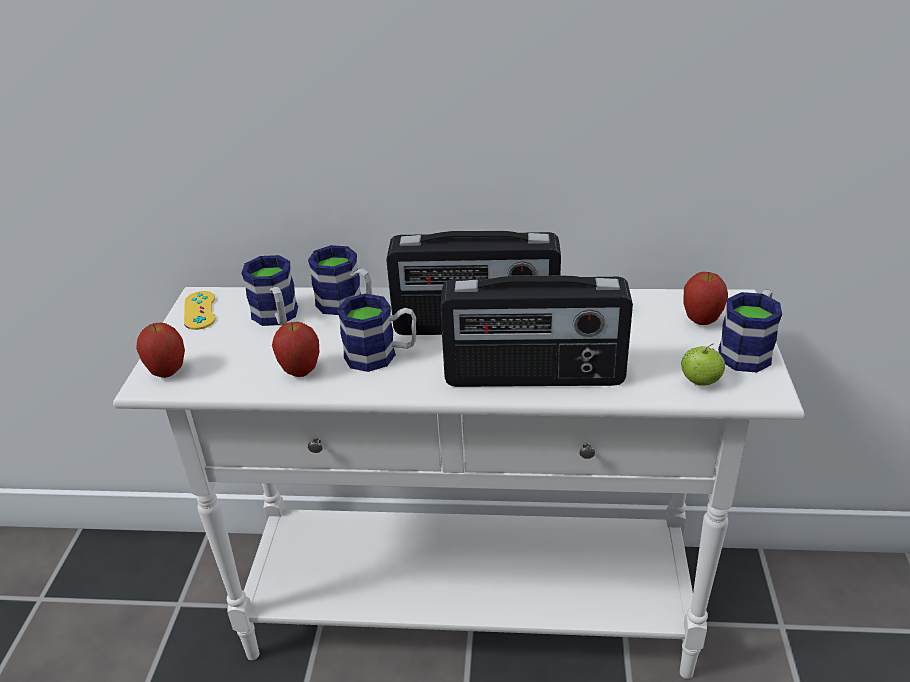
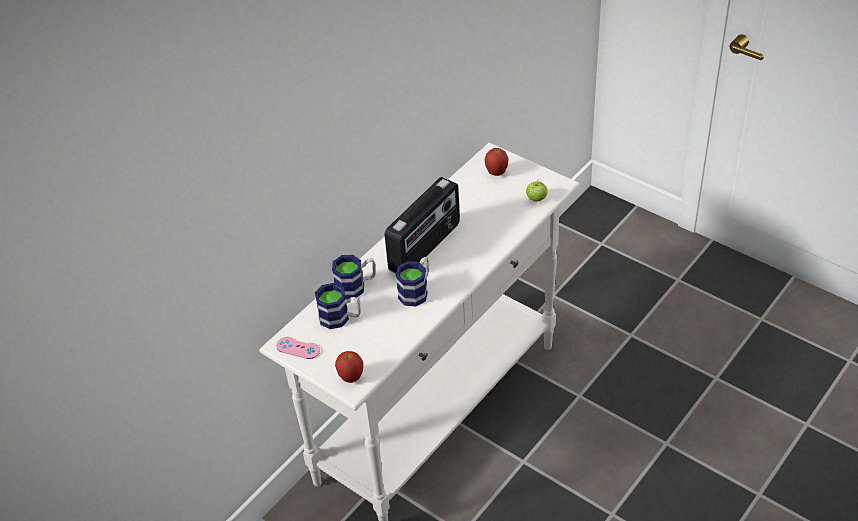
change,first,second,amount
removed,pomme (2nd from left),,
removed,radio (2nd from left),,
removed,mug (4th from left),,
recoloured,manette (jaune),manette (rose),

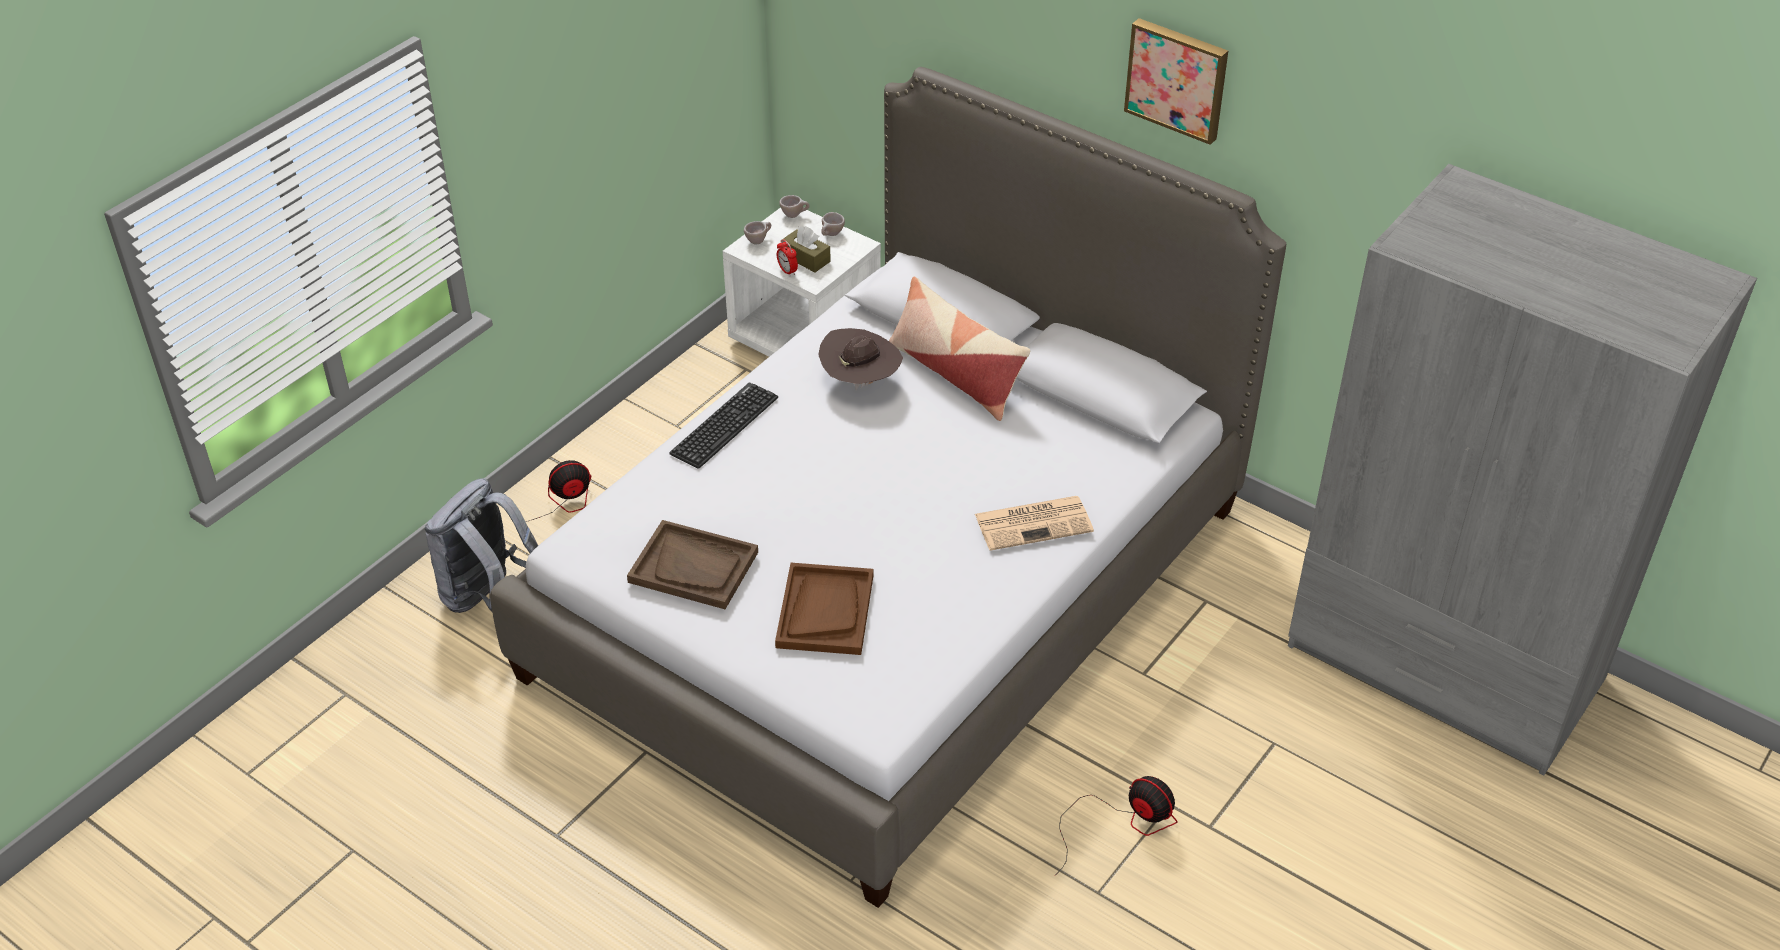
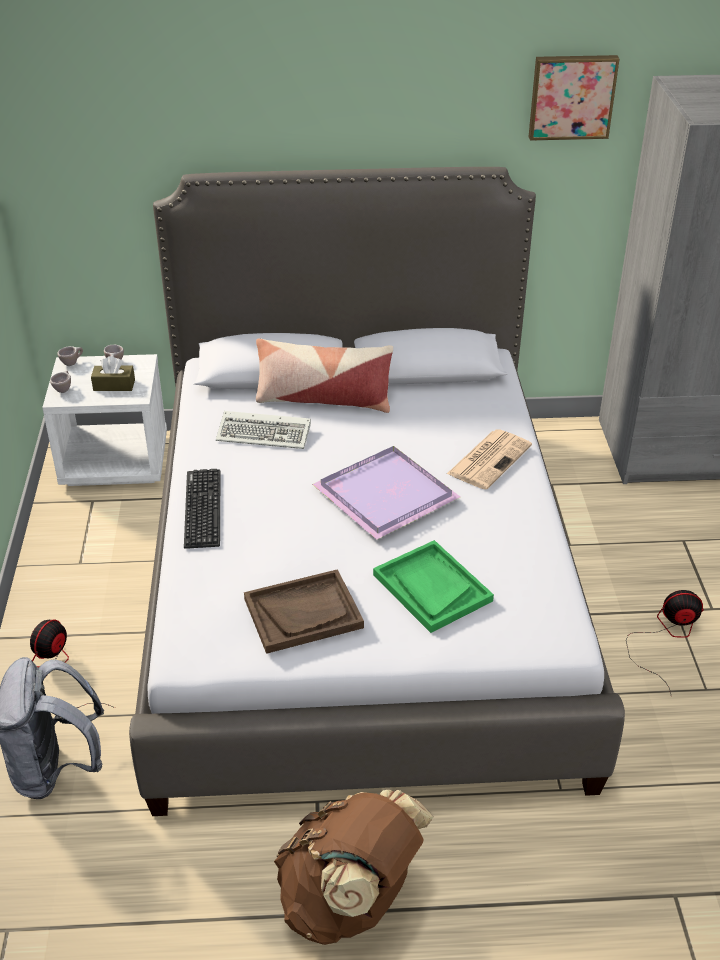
change,first,second,amount
removed,réveil,,
added,,sac à dos (marron),
added,,plateau (violet),
moved,tableau,,
replaced,chapeau (marron),clavier (2nd from left),
recoloured,plateau (marron) (2nd from left),plateau (vert),

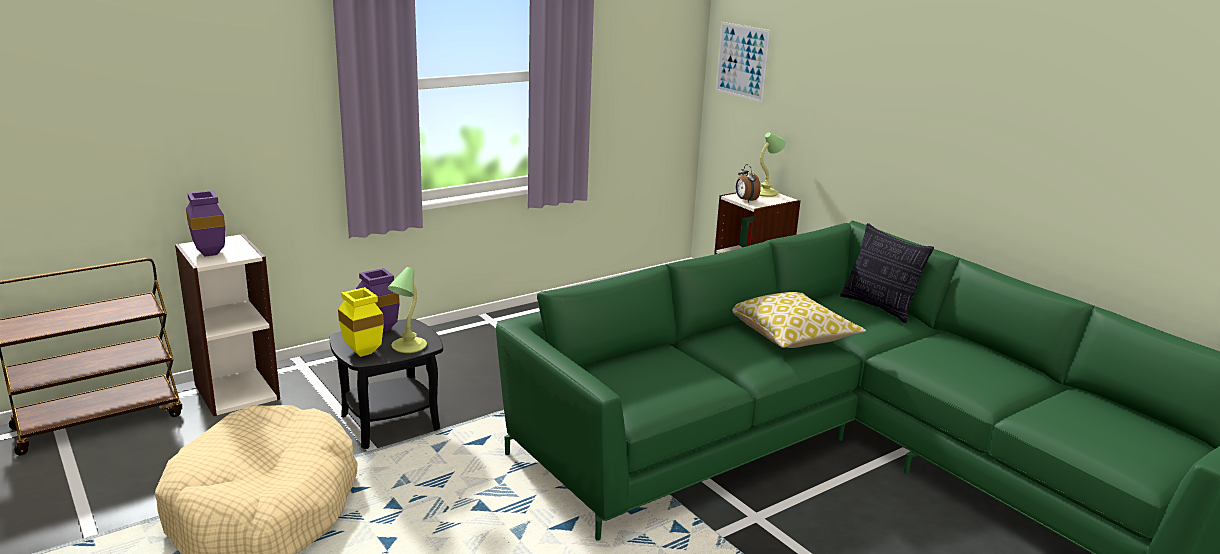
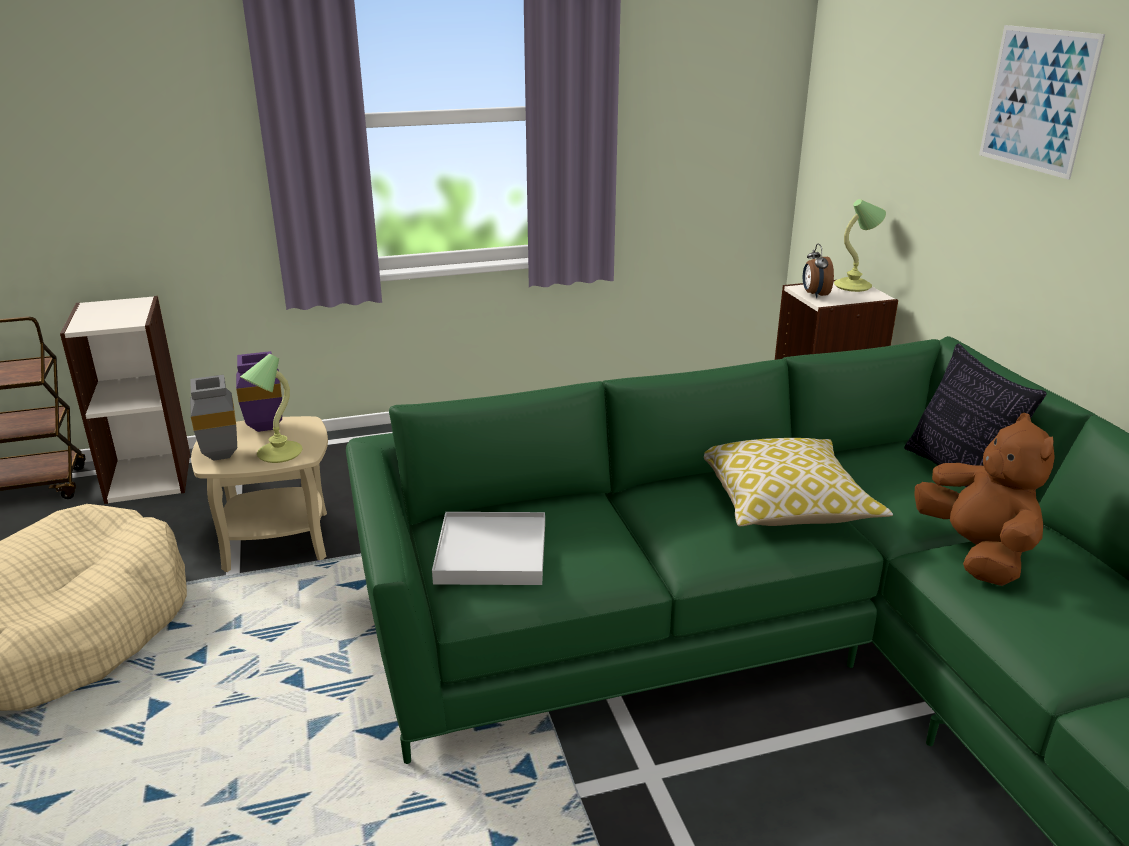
change,first,second,amount
removed,vase (violet) (1st from left),,
added,,plateau (blanc),
added,,peluche (marron),
moved,tableau,,
recoloured,table d'appoint (noir),table d'appoint (beige),
recoloured,vase (jaune),vase (gris),

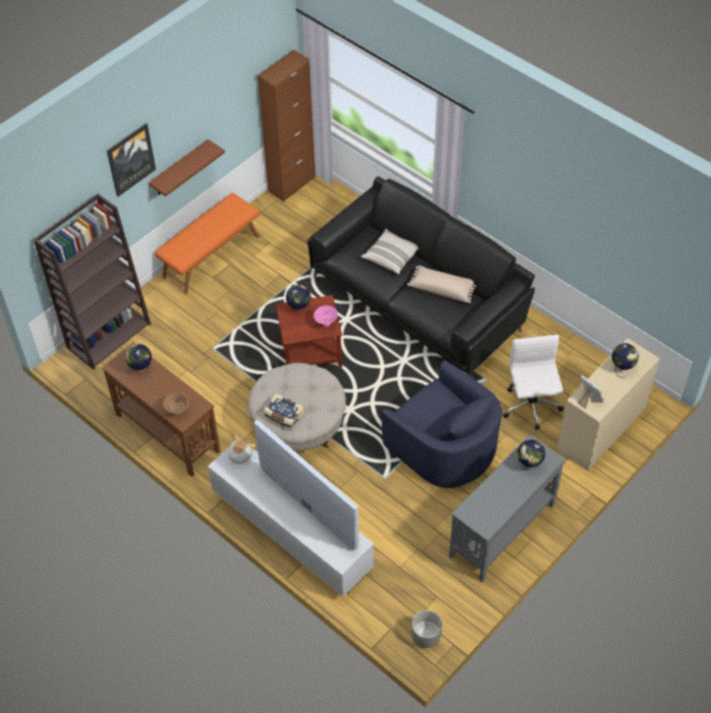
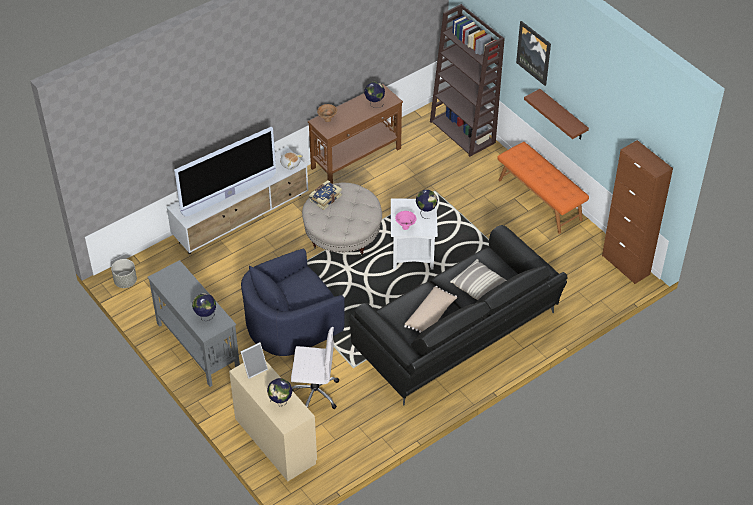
change,first,second,amount
recoloured,table d'appoint (marron),table d'appoint (blanc),

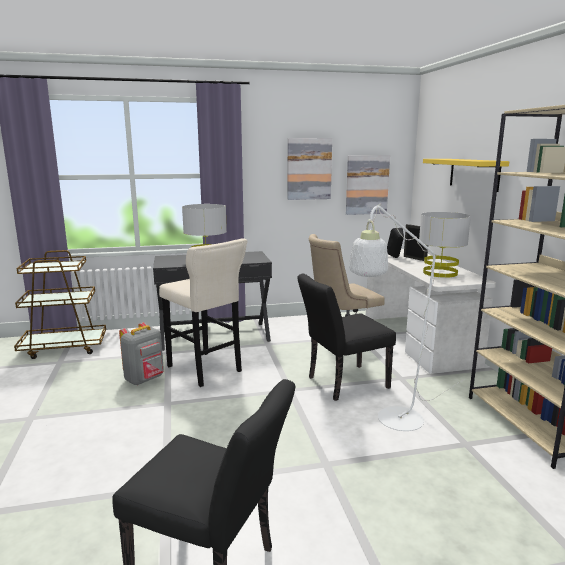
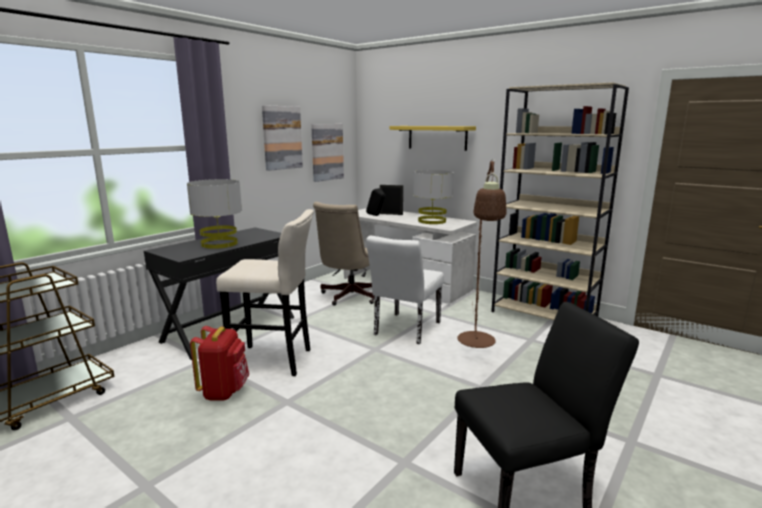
change,first,second,amount
recoloured,sac à dos (gris),sac à dos (rouge),
recoloured,chaise (noir) (2nd from left),chaise (blanc),
recoloured,lampadaire (blanc),lampadaire (marron),

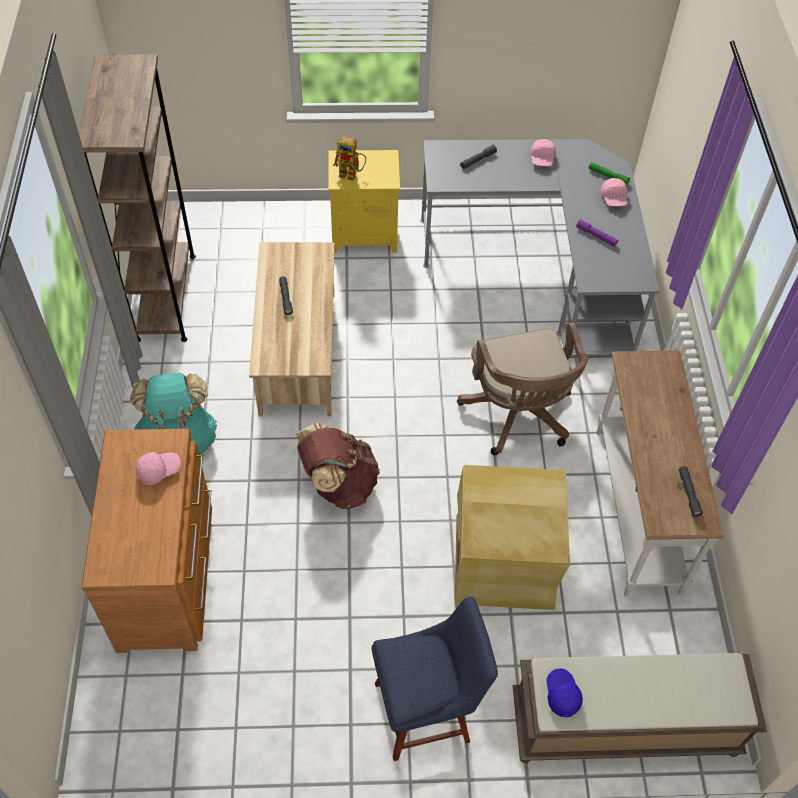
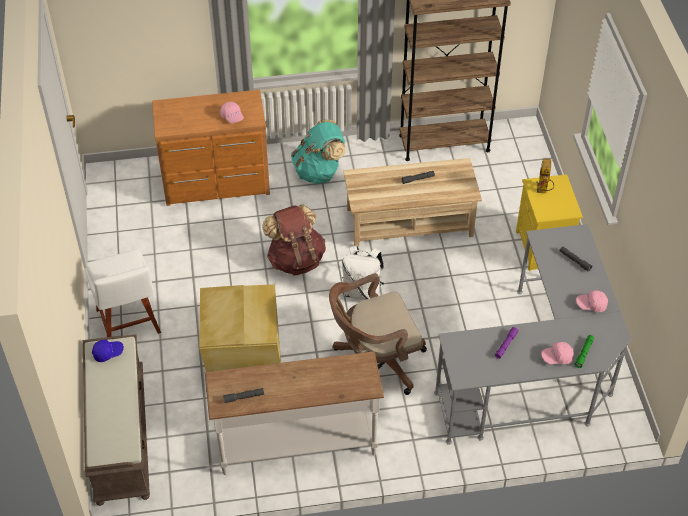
change,first,second,amount
added,,sac à dos (blanc),
recoloured,chaise (bleu),chaise (blanc),

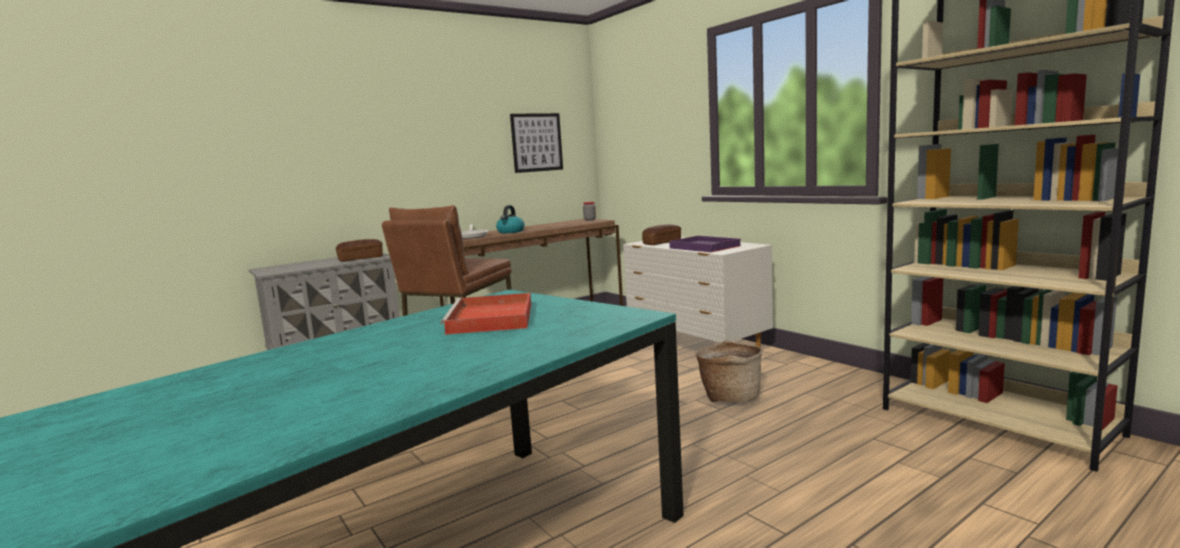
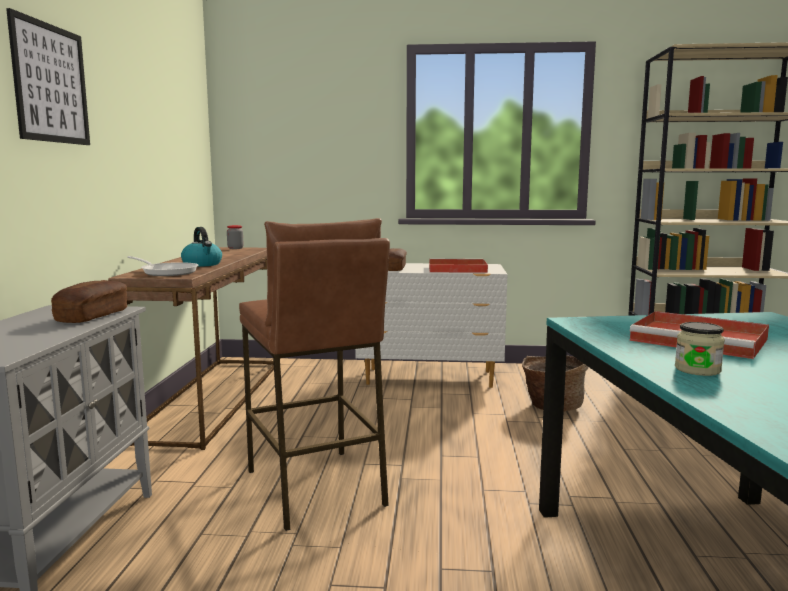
change,first,second,amount
added,,bocal (2nd from left),
moved,tableau,,
recoloured,plateau (violet),plateau (rouge) (1st from left),

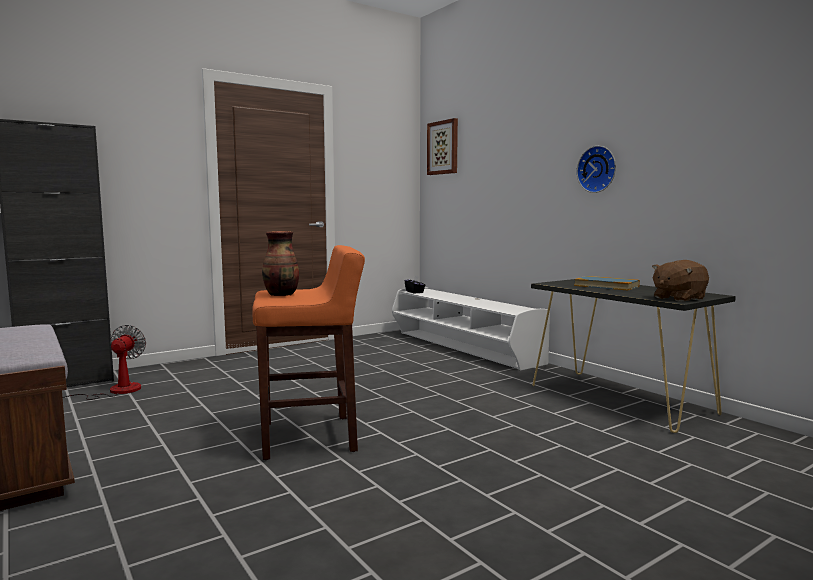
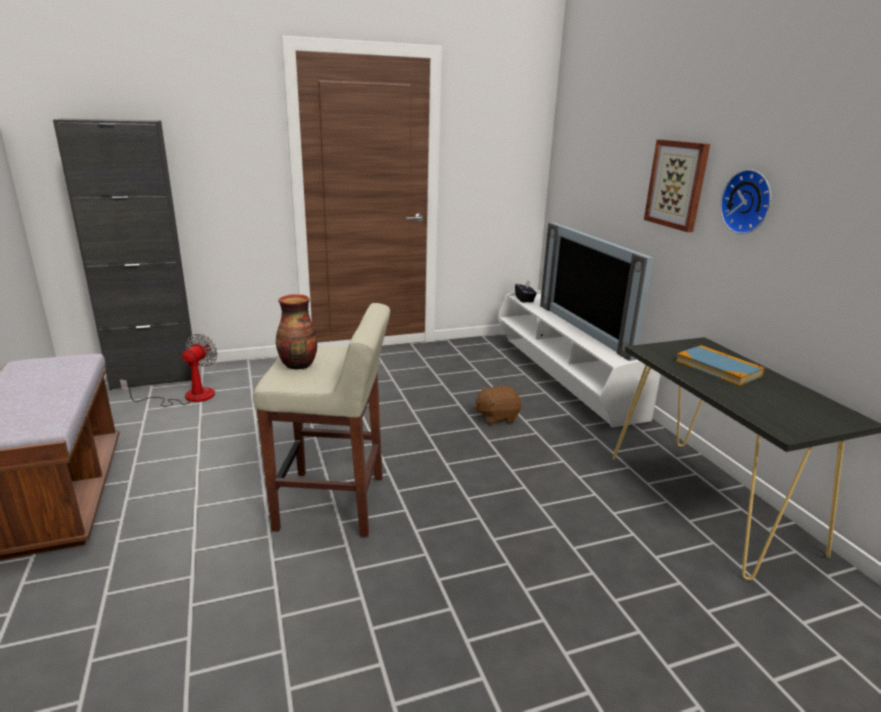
change,first,second,amount
added,,téléviseur,
moved,tableau,,
moved,peluche (marron),,
recoloured,tabouret (orange),tabouret (beige),

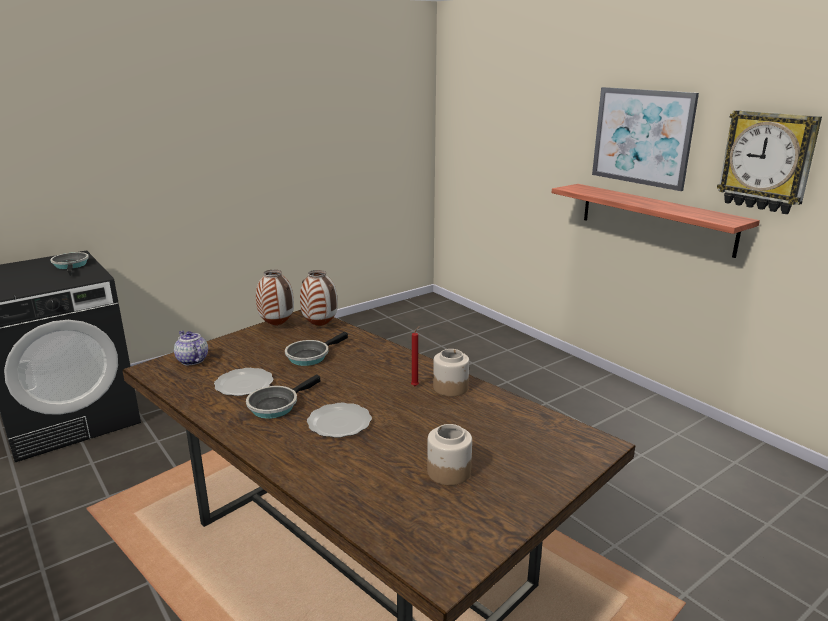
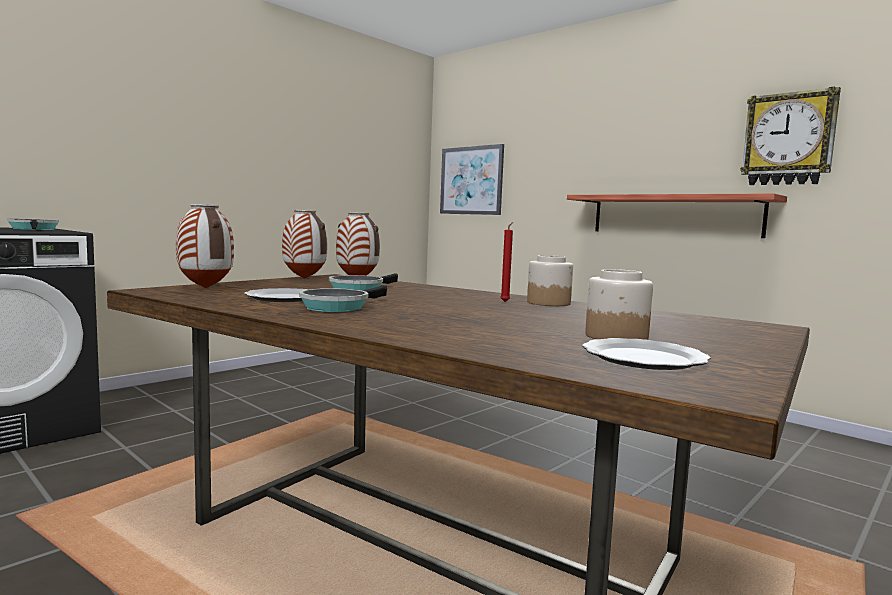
change,first,second,amount
moved,assiette (2nd from left),,
moved,tableau,,
replaced,théière,vase (1st from left),

